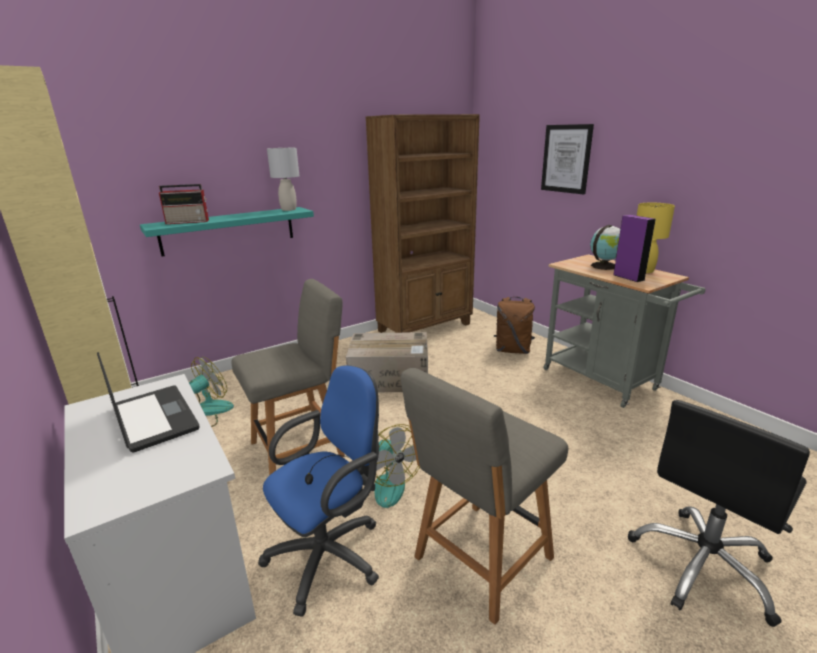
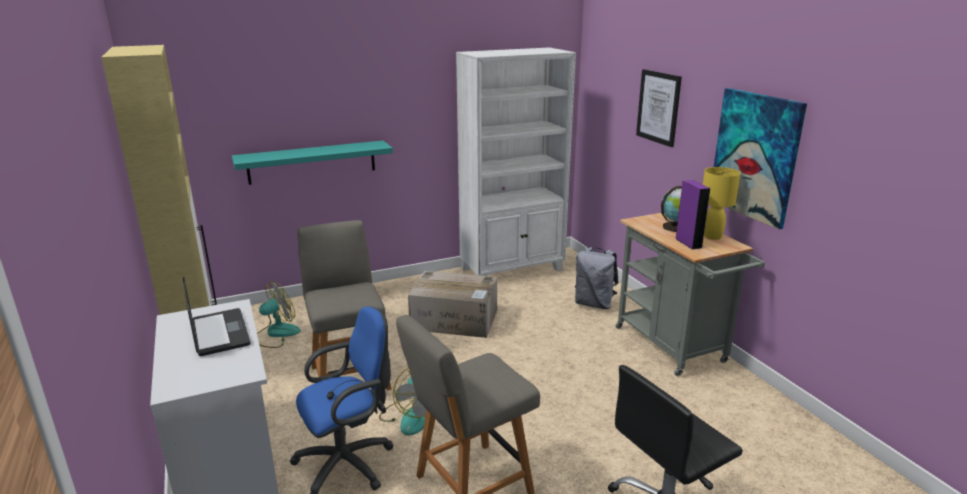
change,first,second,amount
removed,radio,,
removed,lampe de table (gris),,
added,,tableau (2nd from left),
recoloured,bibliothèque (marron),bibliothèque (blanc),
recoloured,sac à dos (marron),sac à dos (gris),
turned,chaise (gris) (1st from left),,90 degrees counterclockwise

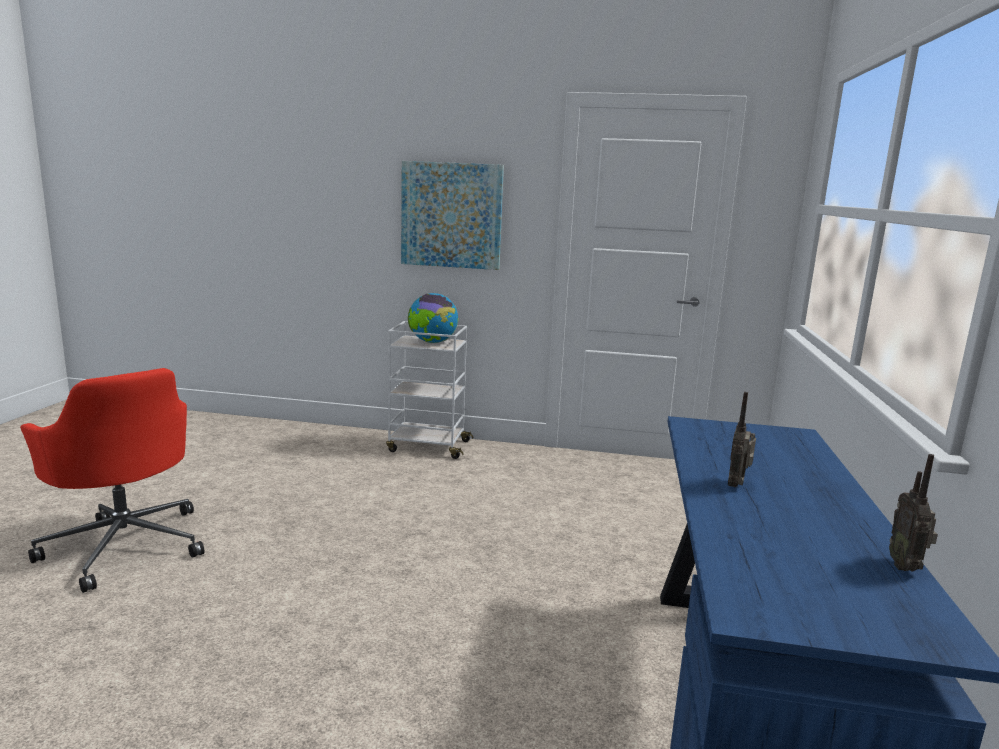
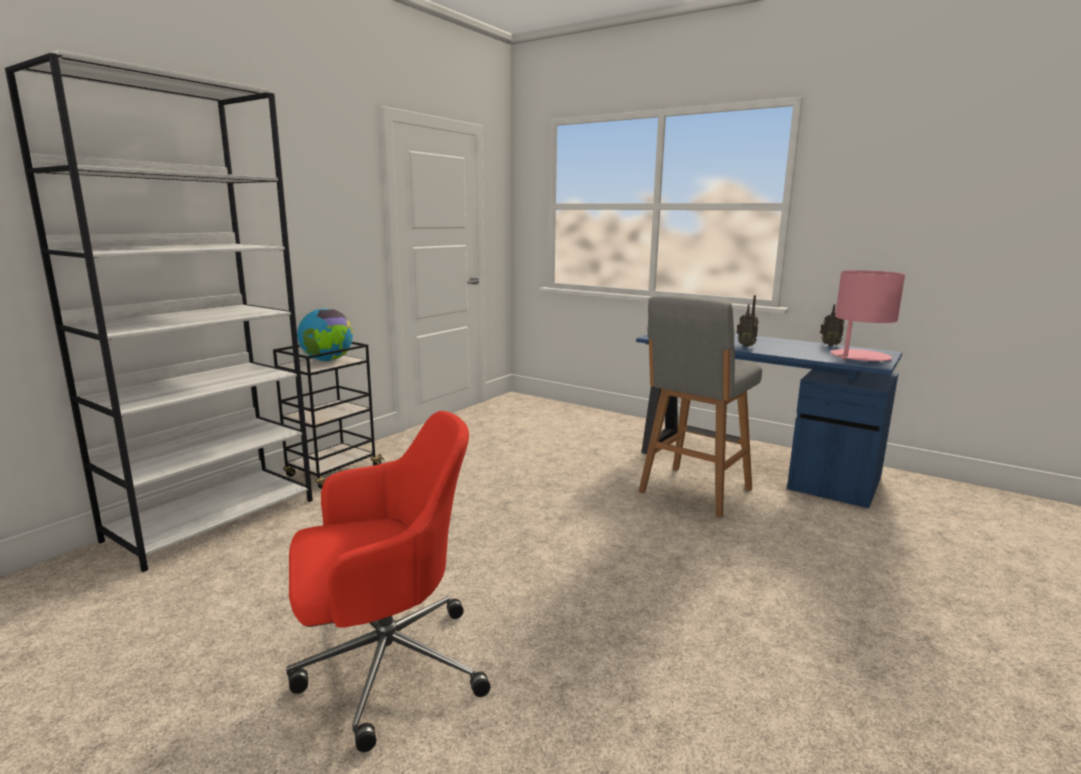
change,first,second,amount
removed,tableau,,
added,,bibliothèque (blanc),
added,,tabouret (gris),
added,,lampe de table (rose),
recoloured,chariot (blanc),chariot (noir),

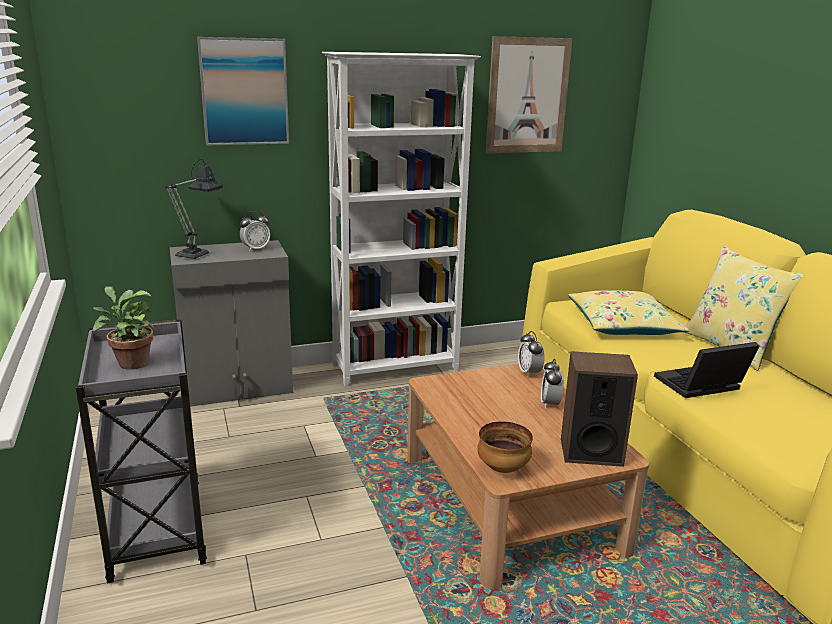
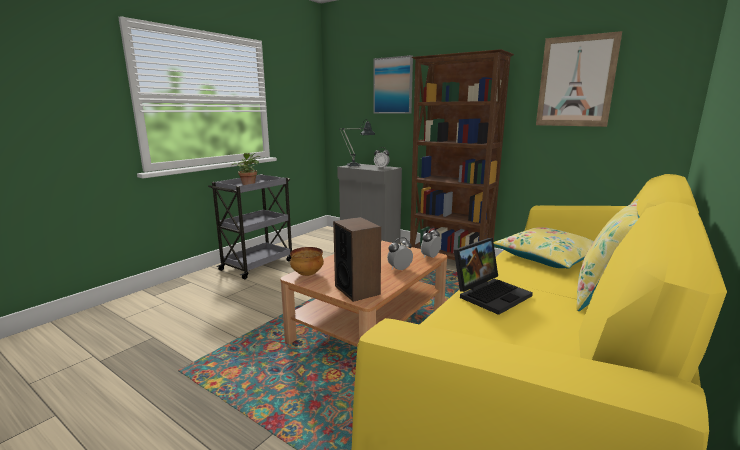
change,first,second,amount
recoloured,bibliothèque (blanc),bibliothèque (marron),
turned,ordinateur portable,,105 degrees clockwise

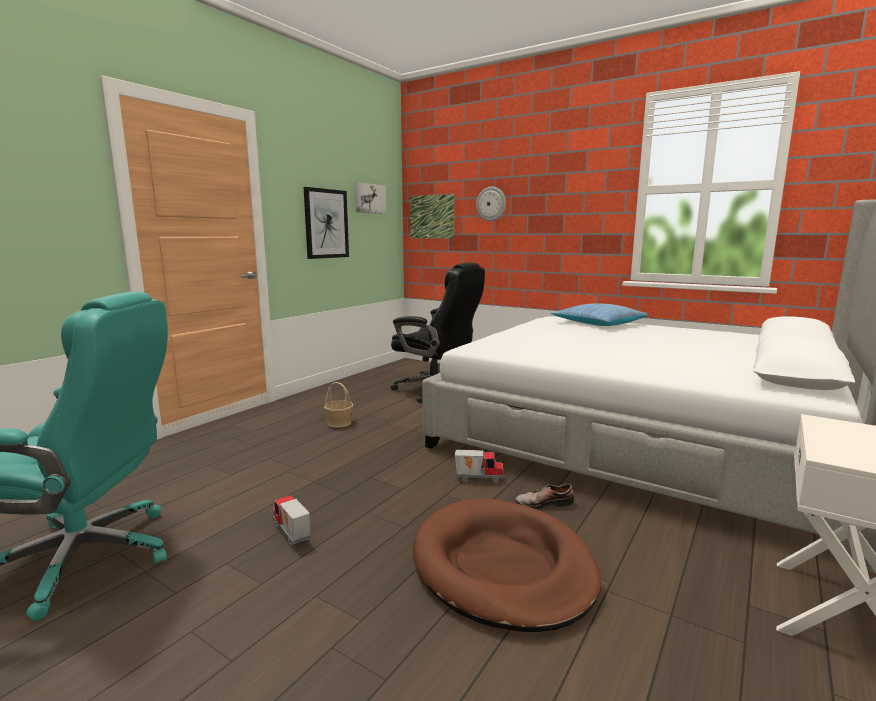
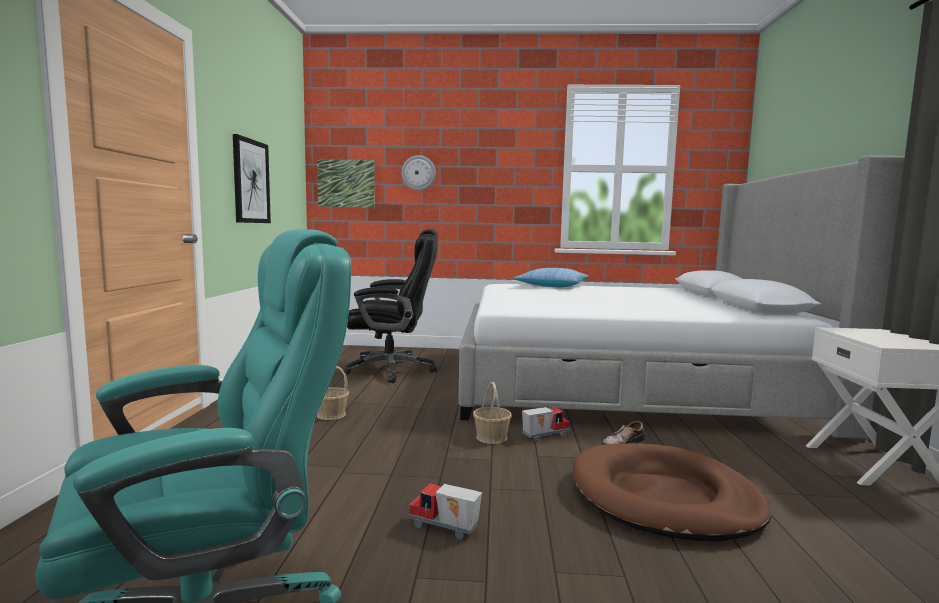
change,first,second,amount
removed,tableau (2nd from left),,
added,,panier (2nd from left),

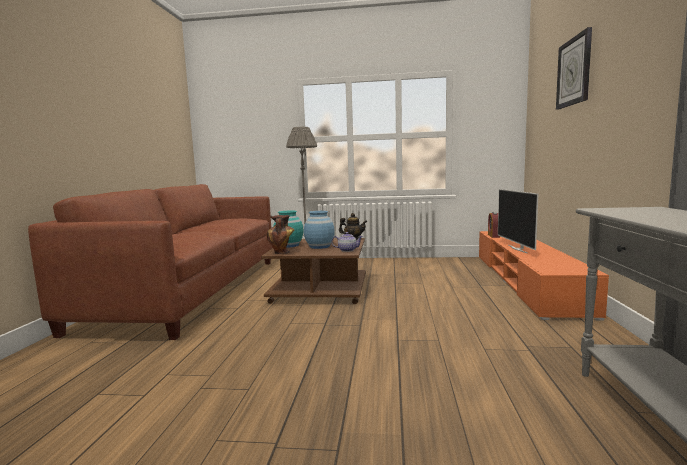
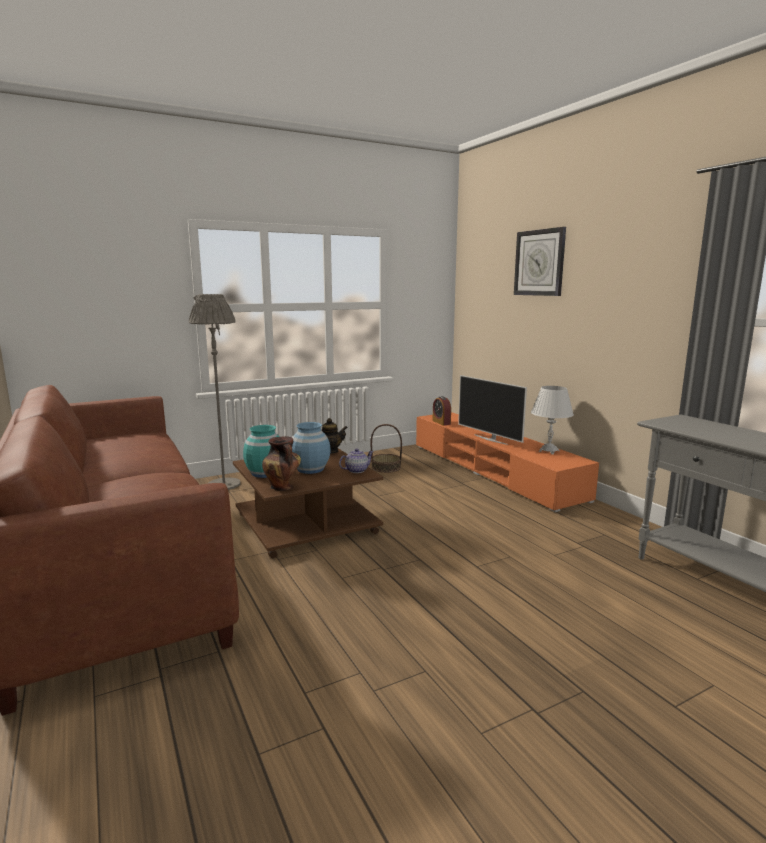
change,first,second,amount
added,,panier,
added,,lampe de table (blanc),

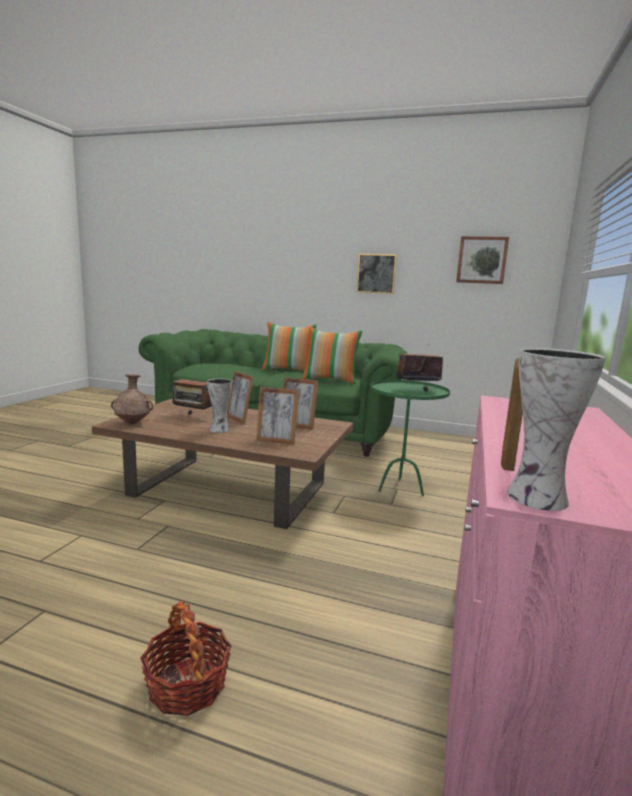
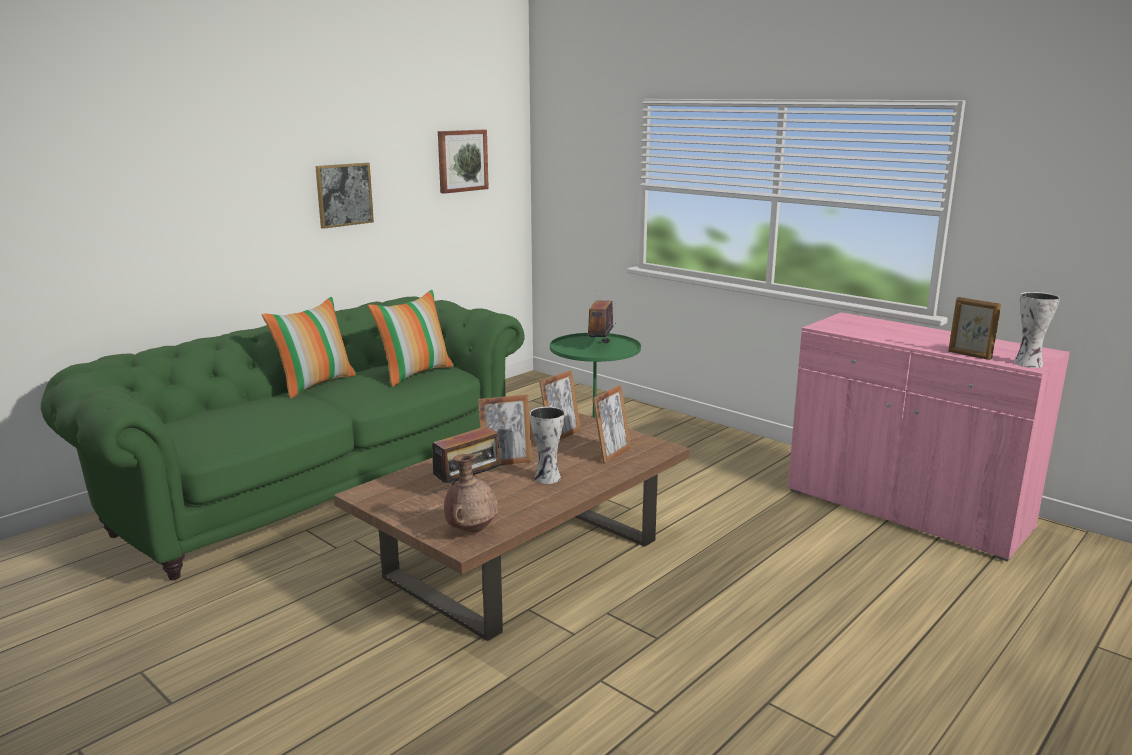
change,first,second,amount
removed,panier,,

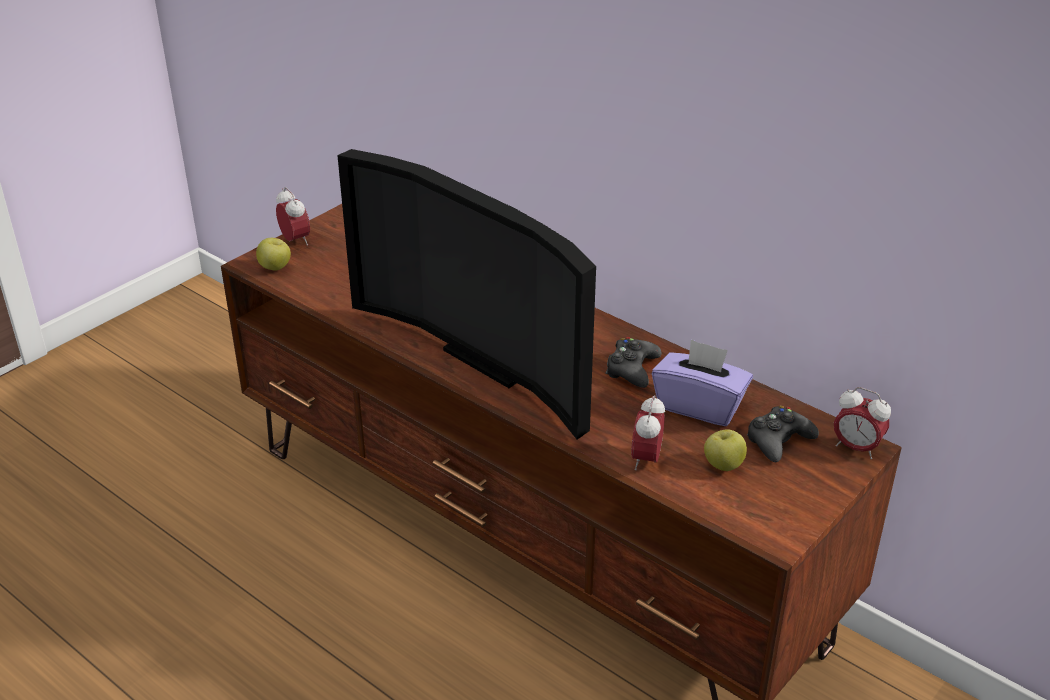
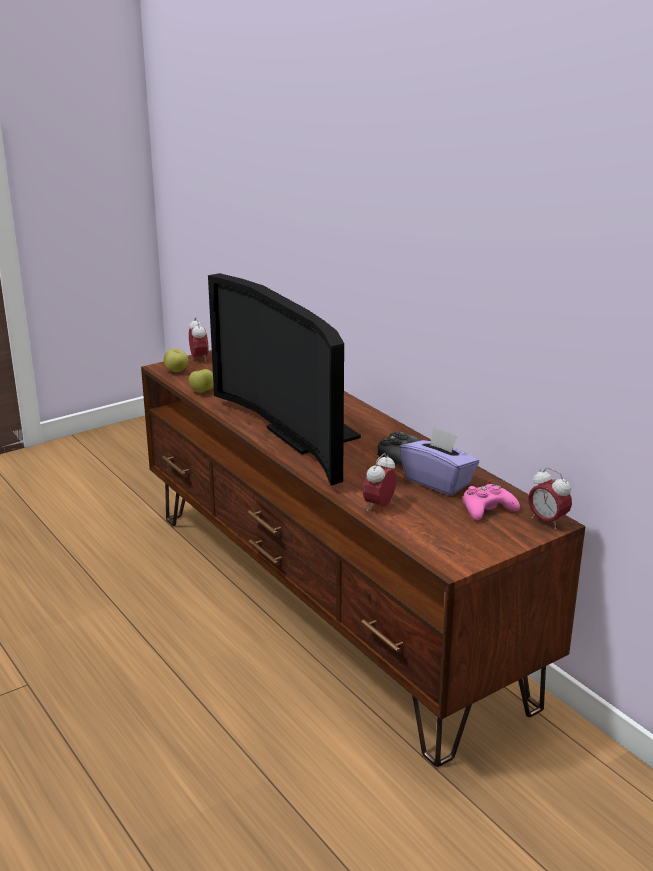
change,first,second,amount
moved,pomme (2nd from left),,
recoloured,manette (noir) (2nd from left),manette (rose),

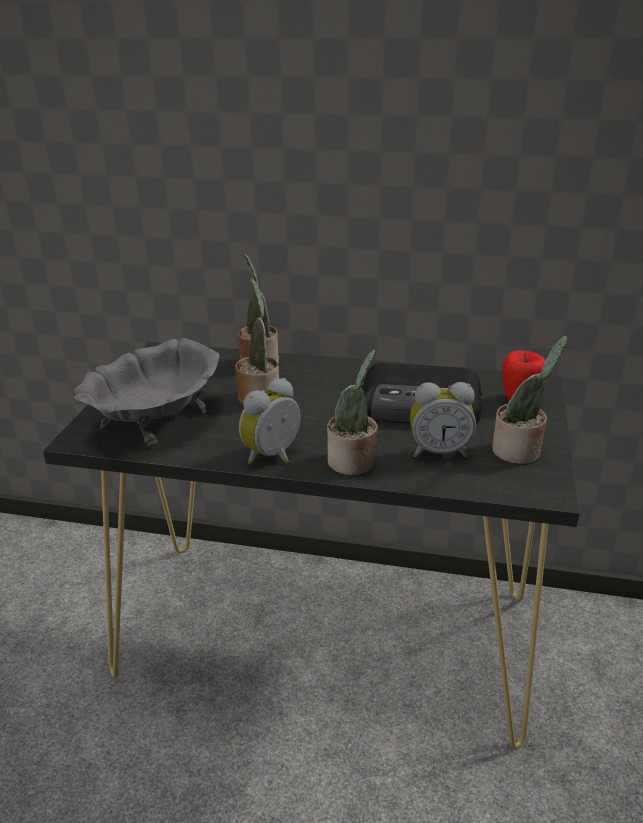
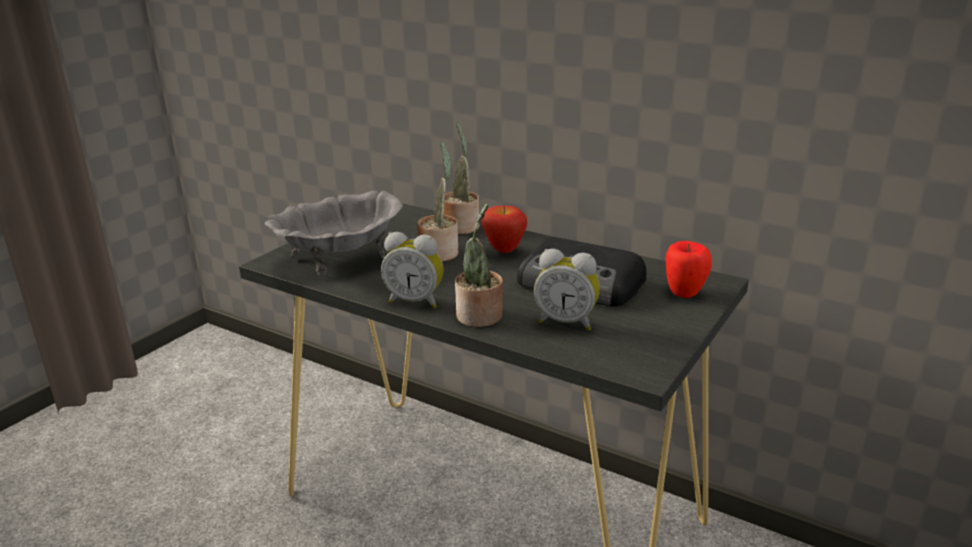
change,first,second,amount
removed,plante en pot (4th from left),,
added,,pomme (1st from left),
turned,réveil (1st from left),,135 degrees counterclockwise

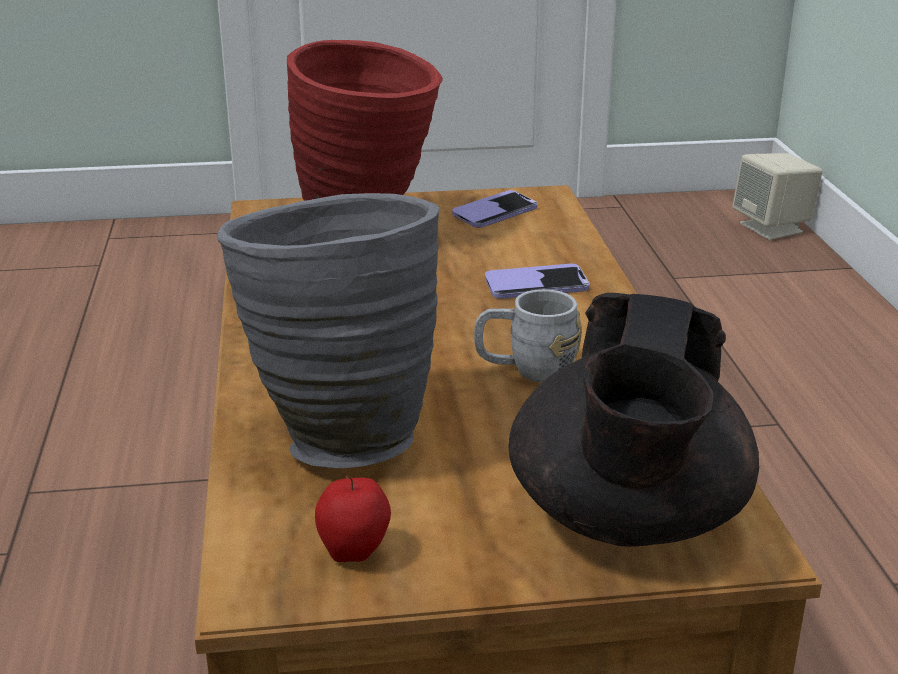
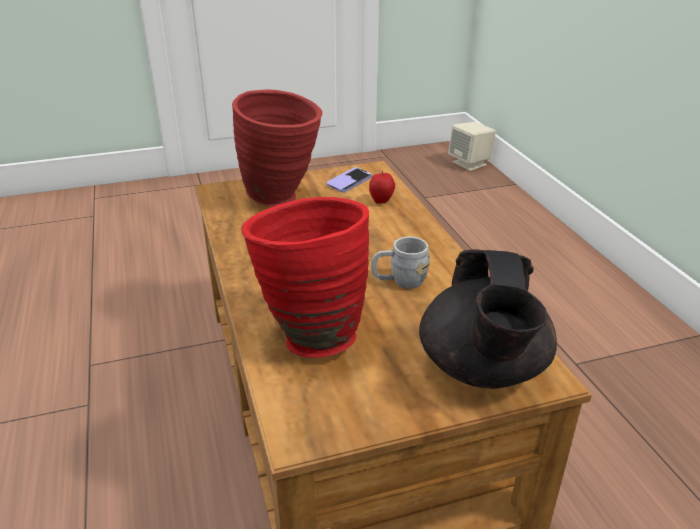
change,first,second,amount
removed,téléphone (2nd from left),,
moved,pomme,,
recoloured,vase (gris),vase (rouge) (2nd from left),

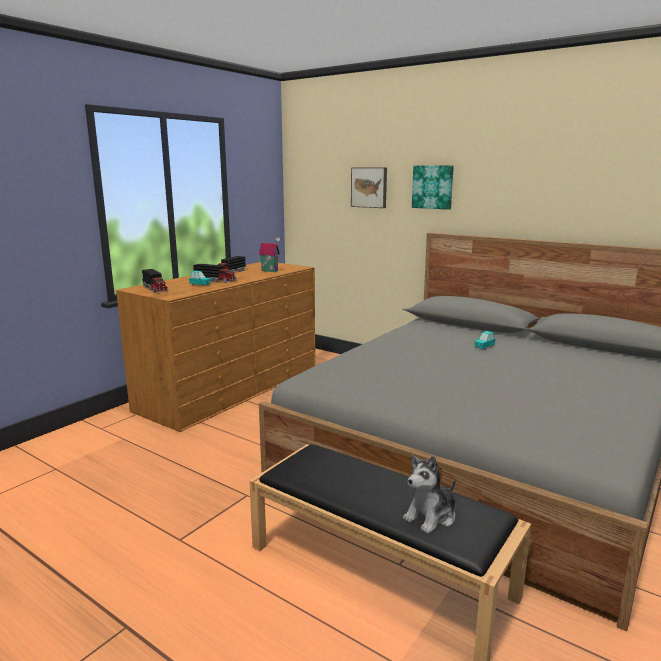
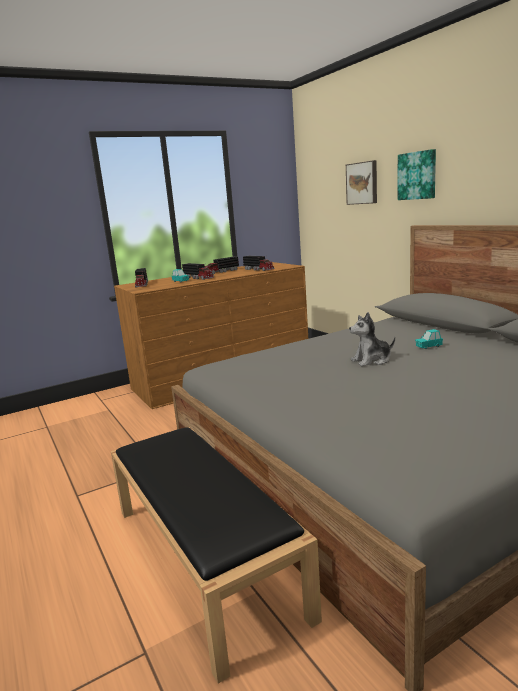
change,first,second,amount
moved,peluche,,
replaced,maison miniature,camion jouet (4th from left),

